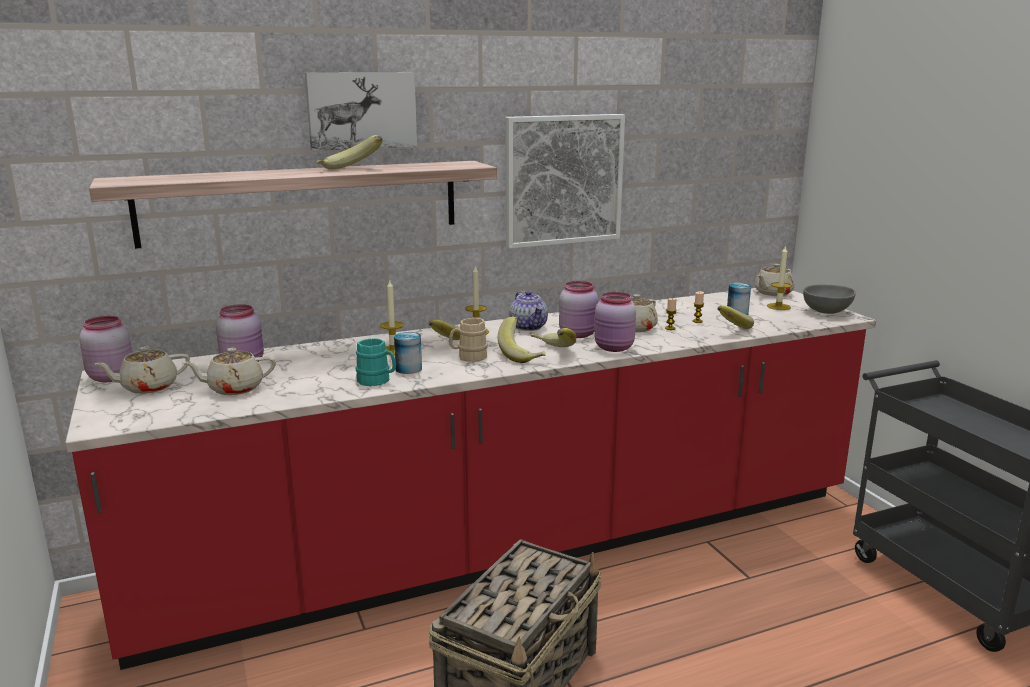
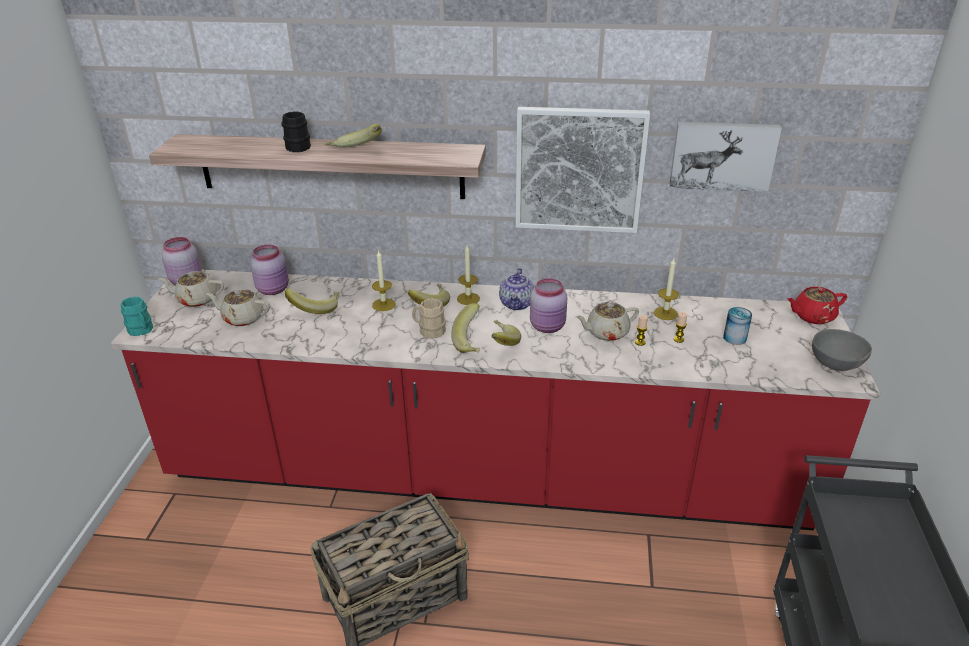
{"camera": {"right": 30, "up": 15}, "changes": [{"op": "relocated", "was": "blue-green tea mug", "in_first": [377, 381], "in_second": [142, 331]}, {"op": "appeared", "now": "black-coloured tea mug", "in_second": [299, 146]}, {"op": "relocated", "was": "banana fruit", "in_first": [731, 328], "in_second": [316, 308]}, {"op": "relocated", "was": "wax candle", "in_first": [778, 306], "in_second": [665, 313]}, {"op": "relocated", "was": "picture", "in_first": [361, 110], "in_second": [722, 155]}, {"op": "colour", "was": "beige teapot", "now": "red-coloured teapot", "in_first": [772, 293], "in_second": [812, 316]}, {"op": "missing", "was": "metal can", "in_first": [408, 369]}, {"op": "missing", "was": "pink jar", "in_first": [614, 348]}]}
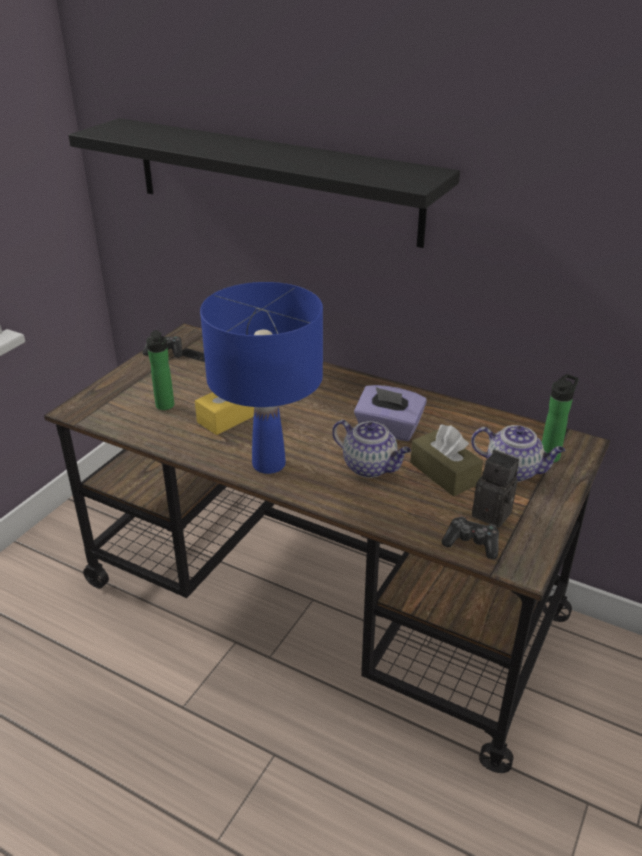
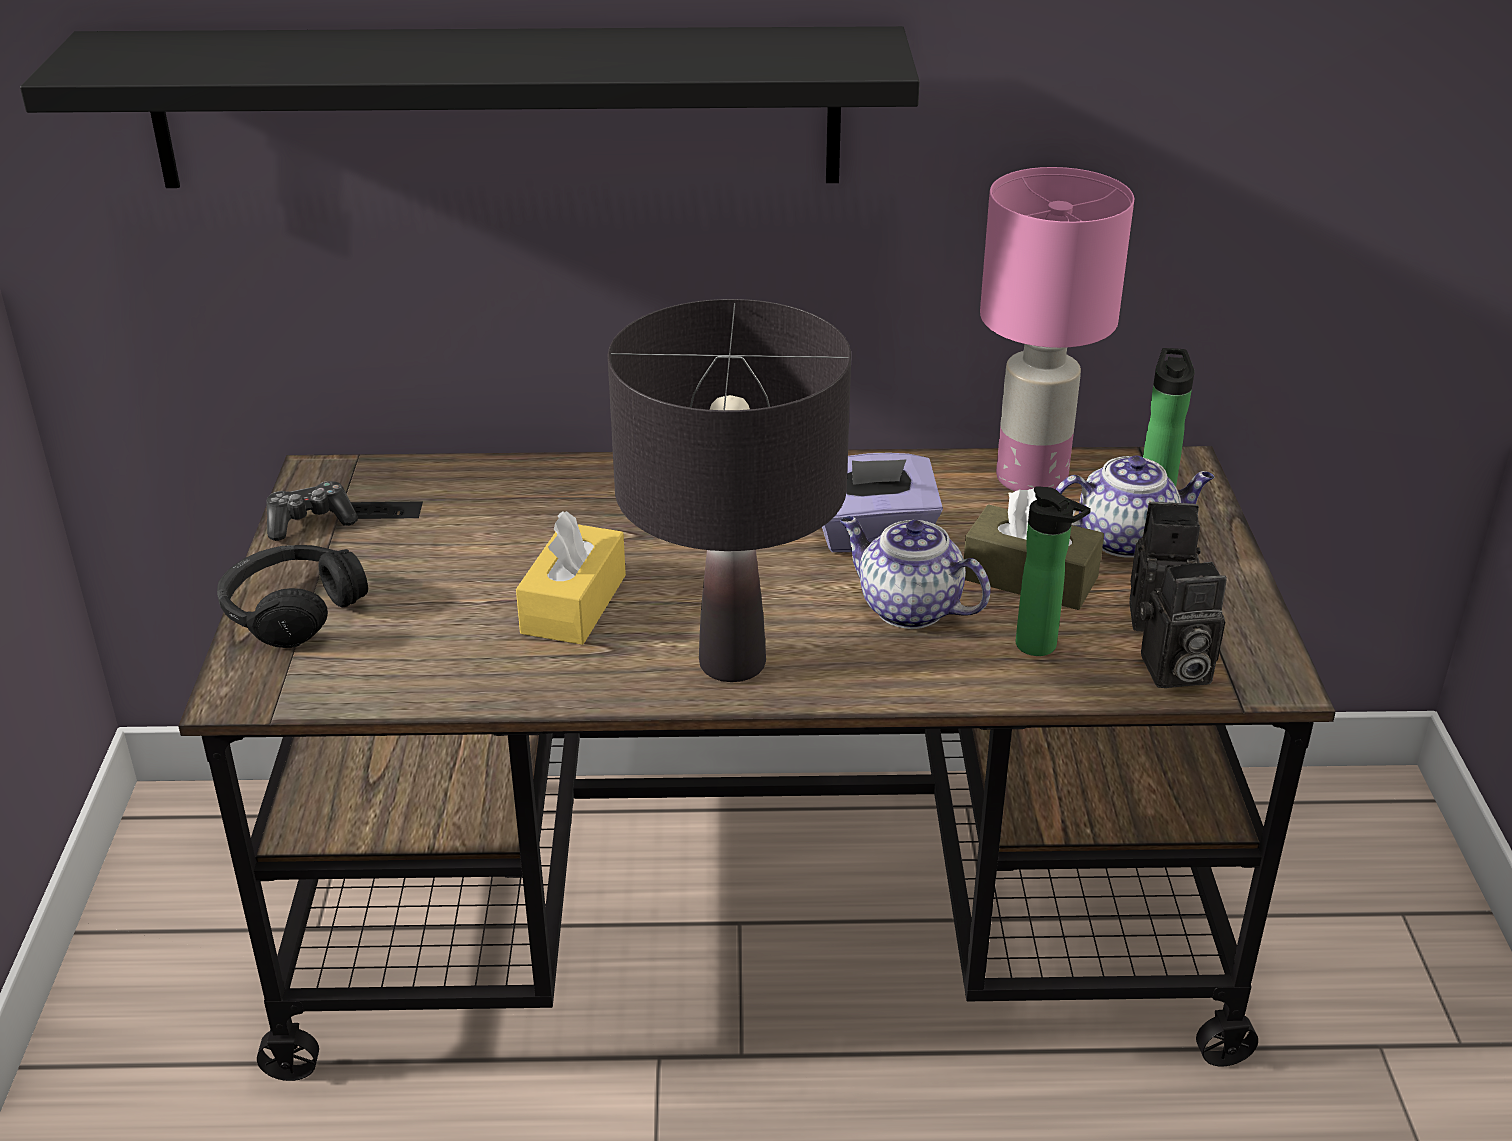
{"camera": {"right": -30, "up": 0}, "changes": [{"op": "appeared", "now": "black-coloured headphones", "in_second": [293, 611]}, {"op": "colour", "was": "bluish tabletop lamp", "now": "black-coloured tabletop lamp", "in_first": [269, 464], "in_second": [733, 663]}, {"op": "spun", "was": "teapot", "in_first": [370, 467], "in_second": [907, 608], "clockwise": -150}, {"op": "appeared", "now": "pink tabletop lamp", "in_second": [1029, 478]}, {"op": "relocated", "was": "drink bottle", "in_first": [165, 407], "in_second": [1041, 647]}, {"op": "exchanged", "was": "joypad", "now": "photo camera", "in_first": [471, 543], "in_second": [1173, 672]}]}
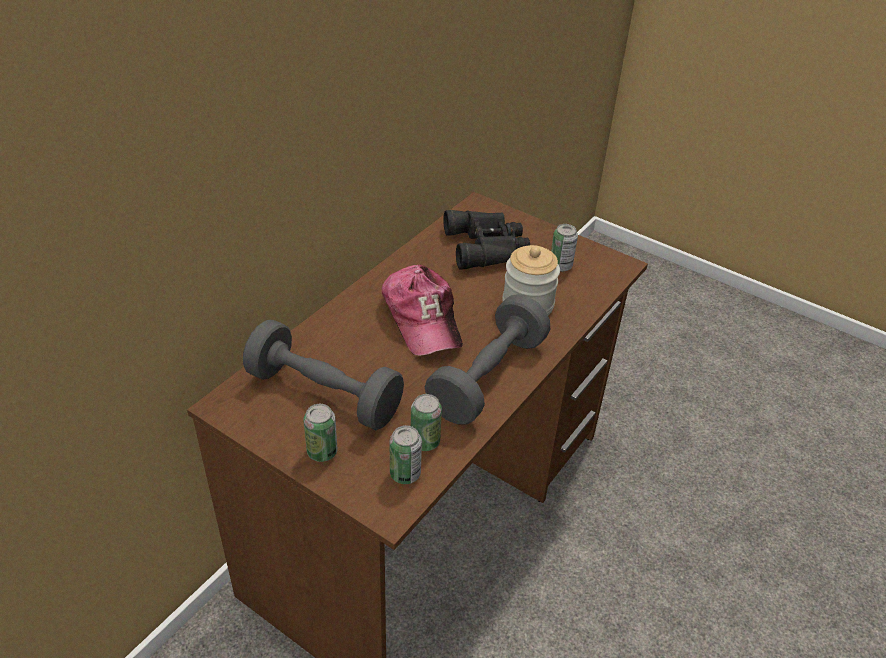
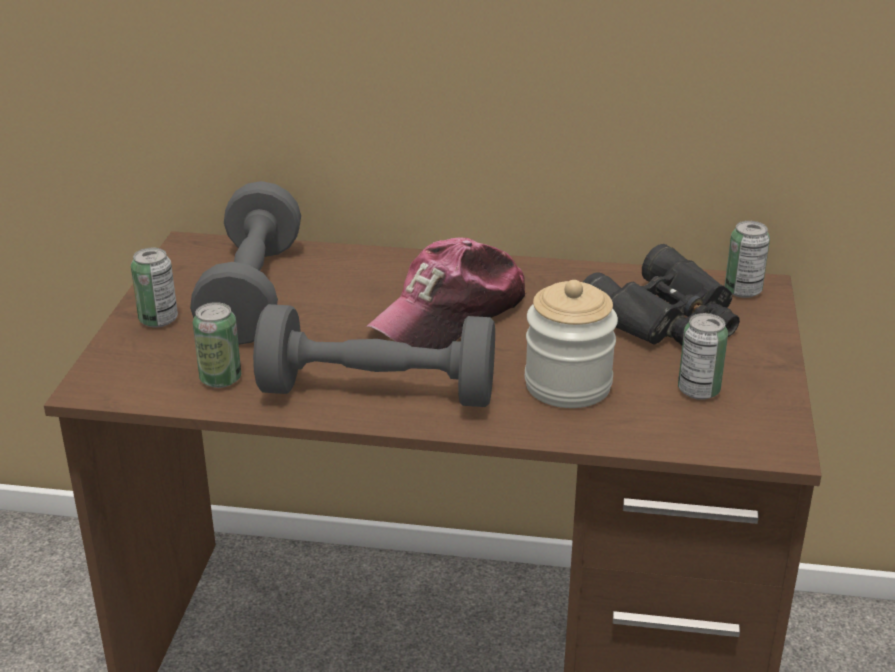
{"camera": {"right": 65, "up": -10}, "changes": [{"op": "relocated", "was": "metal can", "in_first": [405, 474], "in_second": [742, 291]}]}
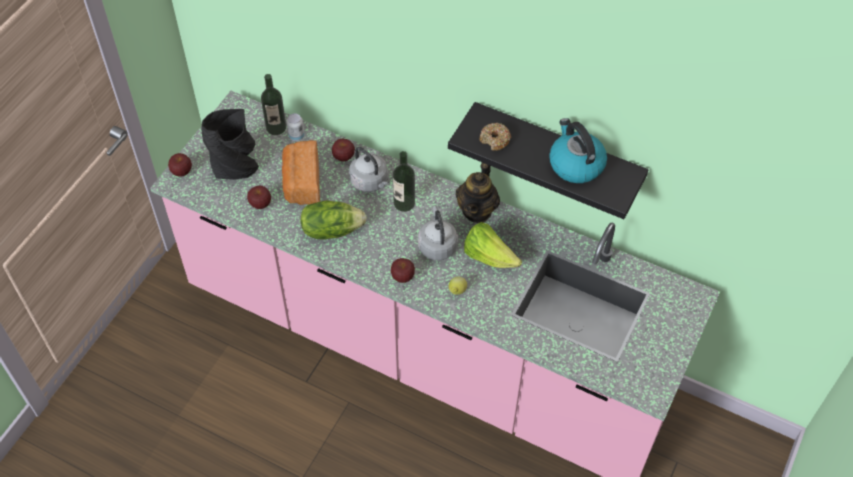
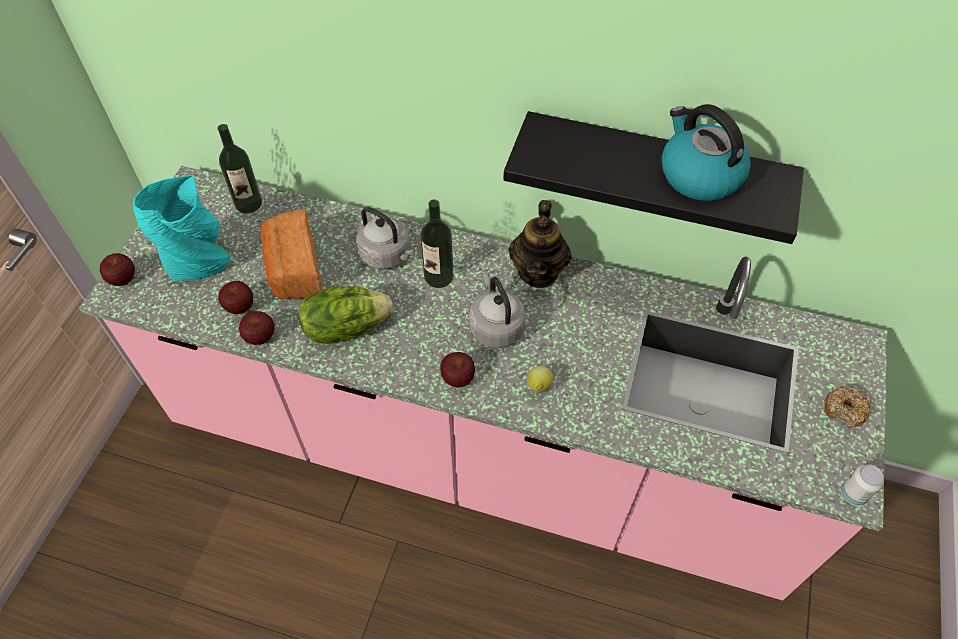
{"camera": {"right": -10, "up": 0}, "changes": [{"op": "colour", "was": "black-coloured flower vase", "now": "blue-green flower vase", "in_first": [236, 167], "in_second": [200, 263]}, {"op": "relocated", "was": "apple", "in_first": [344, 157], "in_second": [260, 337]}, {"op": "relocated", "was": "donut", "in_first": [495, 140], "in_second": [844, 410]}, {"op": "relocated", "was": "metal can", "in_first": [296, 136], "in_second": [853, 494]}, {"op": "missing", "was": "lettuce head", "in_first": [489, 257]}]}
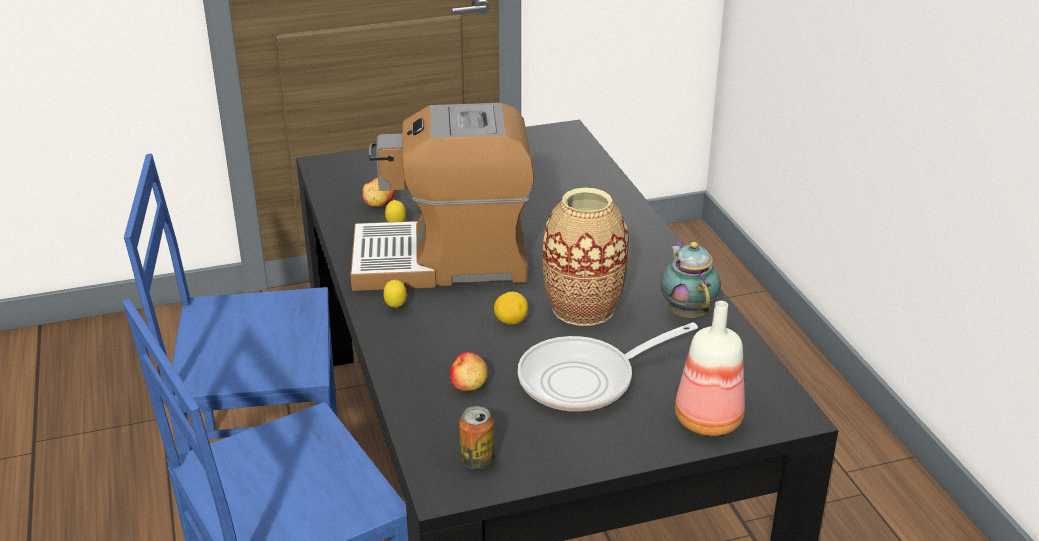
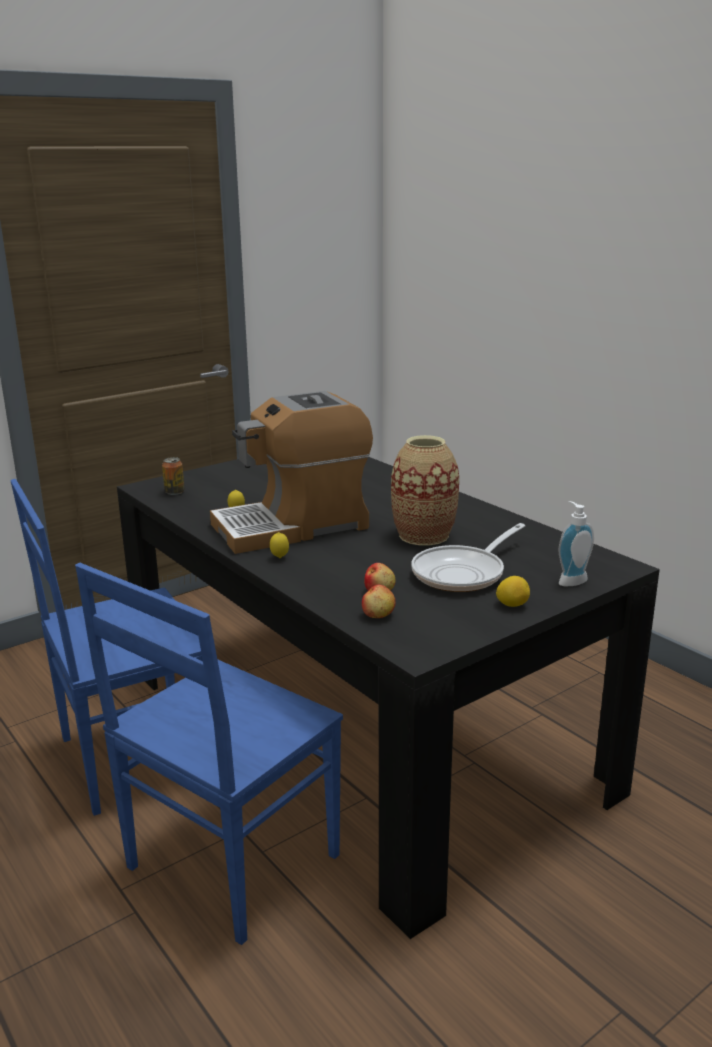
{"camera": {"right": -20, "up": -10}, "changes": [{"op": "relocated", "was": "metal can", "in_first": [477, 460], "in_second": [174, 492]}, {"op": "relocated", "was": "apple", "in_first": [378, 204], "in_second": [378, 615]}, {"op": "relocated", "was": "citrus fruit", "in_first": [511, 321], "in_second": [512, 605]}, {"op": "exchanged", "was": "drink bottle", "now": "liquid soap bottle", "in_first": [706, 422], "in_second": [570, 580]}, {"op": "missing", "was": "teapot", "in_first": [687, 312]}]}
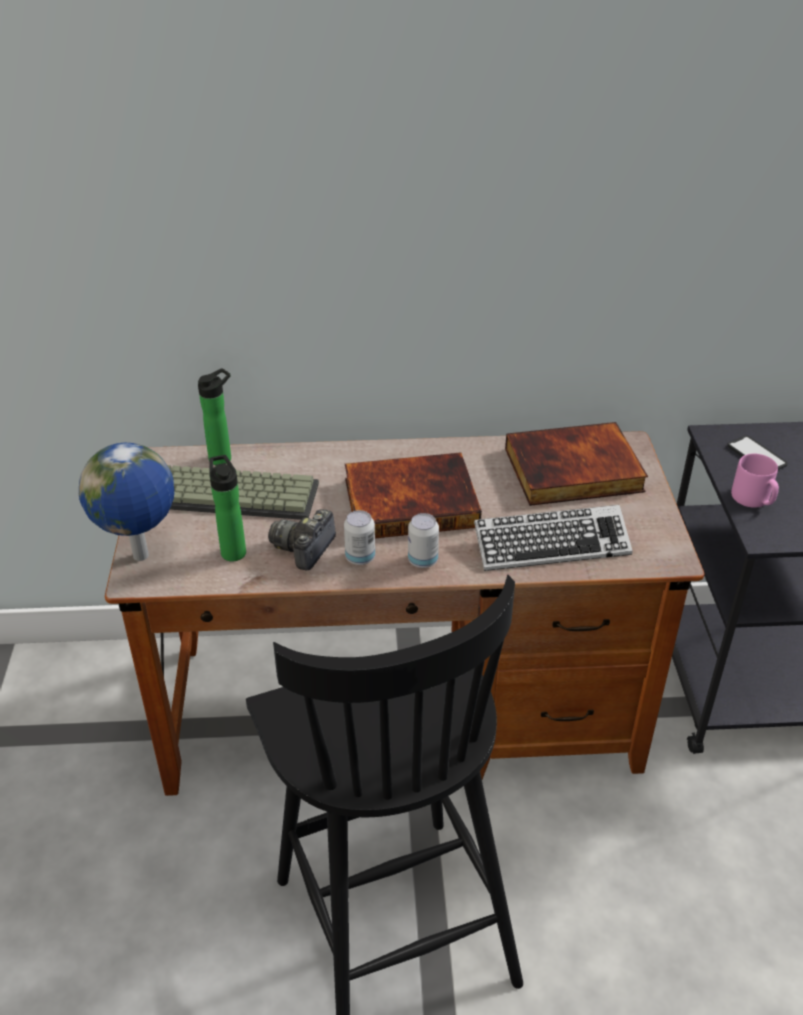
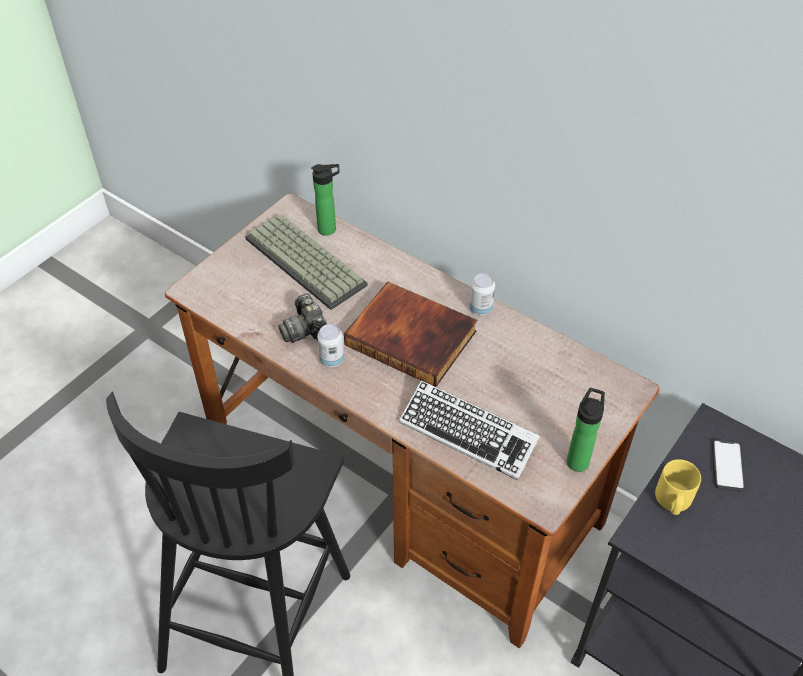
{"camera": {"right": 40, "up": 10}, "changes": [{"op": "spun", "was": "photo camera", "in_first": [304, 548], "in_second": [306, 330], "clockwise": -90}, {"op": "relocated", "was": "metal can", "in_first": [423, 560], "in_second": [480, 308]}, {"op": "relocated", "was": "drink bottle", "in_first": [232, 550], "in_second": [578, 459]}, {"op": "colour", "was": "pink tea mug", "now": "yellowish tea mug", "in_first": [753, 499], "in_second": [673, 501]}, {"op": "missing", "was": "desk globe", "in_first": [142, 557]}, {"op": "missing", "was": "volume", "in_first": [573, 471]}]}
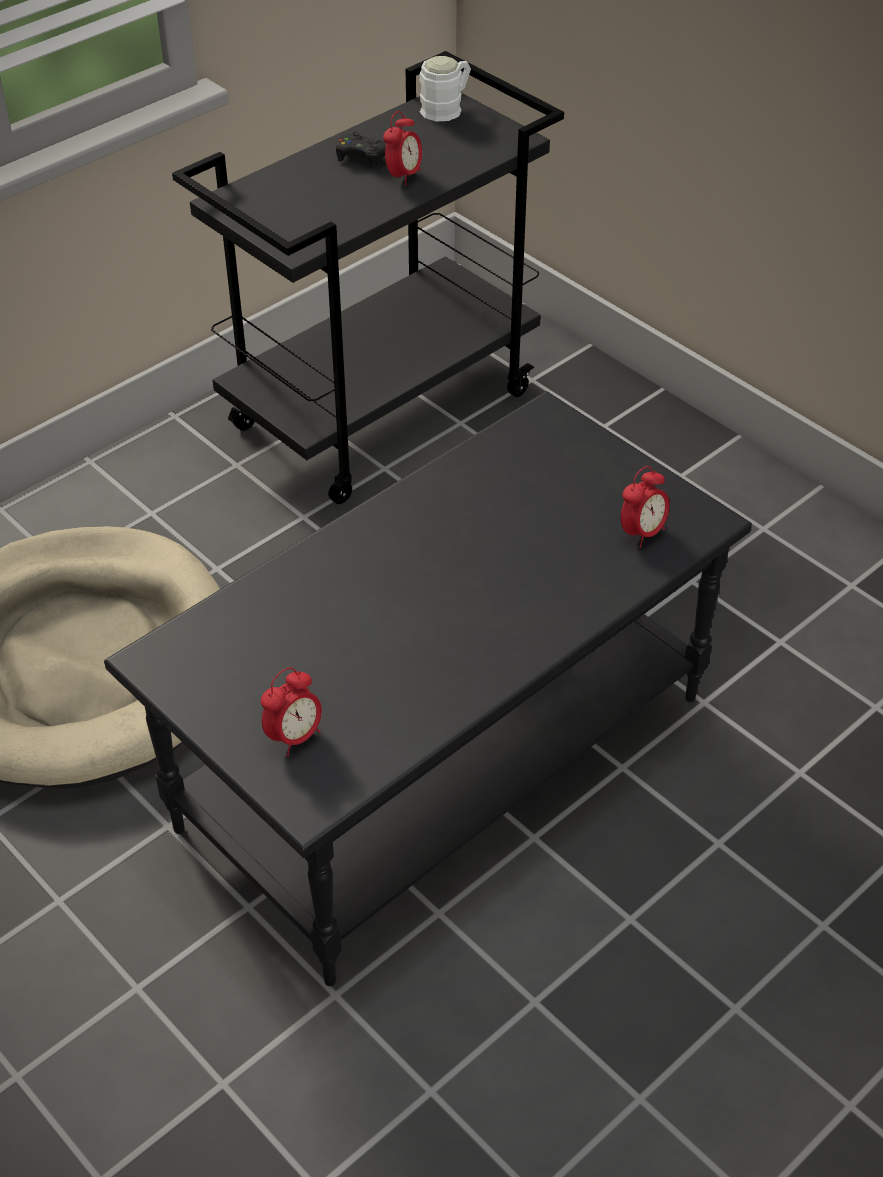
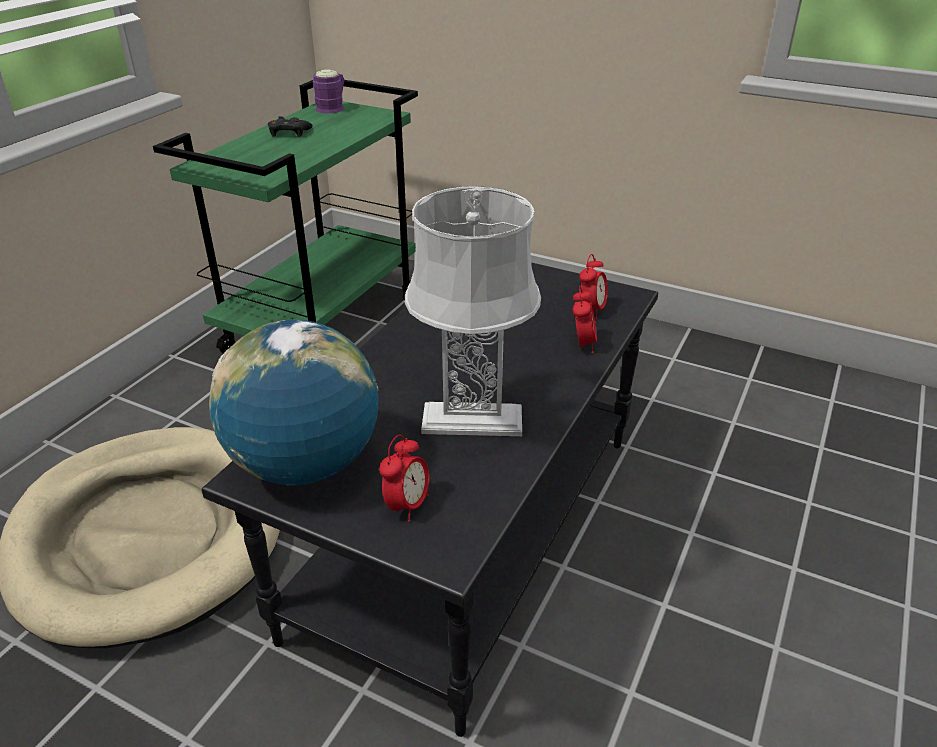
{"camera": {"right": -20, "up": -10}, "changes": [{"op": "colour", "was": "black-coloured cart", "now": "greenish cart", "in_first": [383, 408], "in_second": [323, 324]}, {"op": "appeared", "now": "desk globe", "in_second": [305, 464]}, {"op": "colour", "was": "white-coloured tea mug", "now": "purplish tea mug", "in_first": [447, 108], "in_second": [333, 107]}, {"op": "appeared", "now": "gray tabletop lamp", "in_second": [473, 420]}, {"op": "relocated", "was": "alarm clock", "in_first": [403, 176], "in_second": [582, 344]}]}
